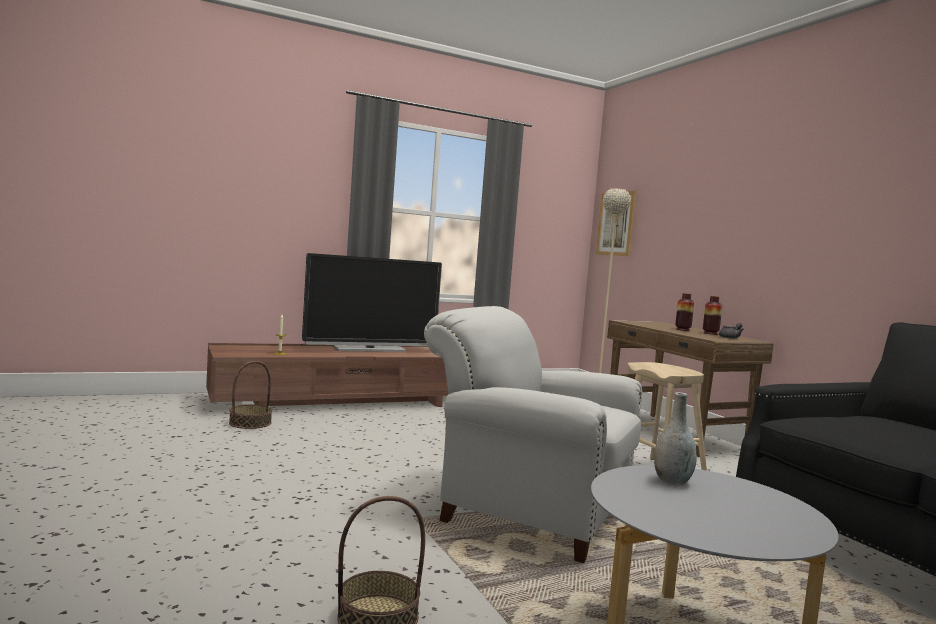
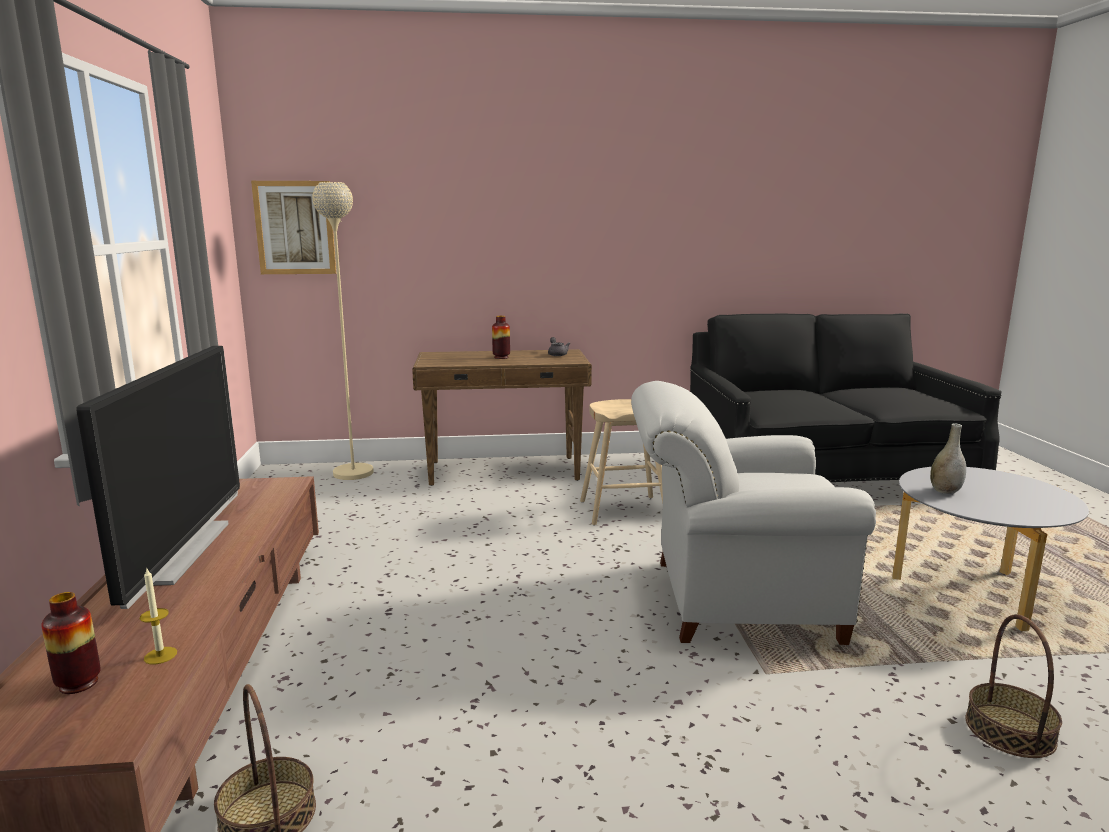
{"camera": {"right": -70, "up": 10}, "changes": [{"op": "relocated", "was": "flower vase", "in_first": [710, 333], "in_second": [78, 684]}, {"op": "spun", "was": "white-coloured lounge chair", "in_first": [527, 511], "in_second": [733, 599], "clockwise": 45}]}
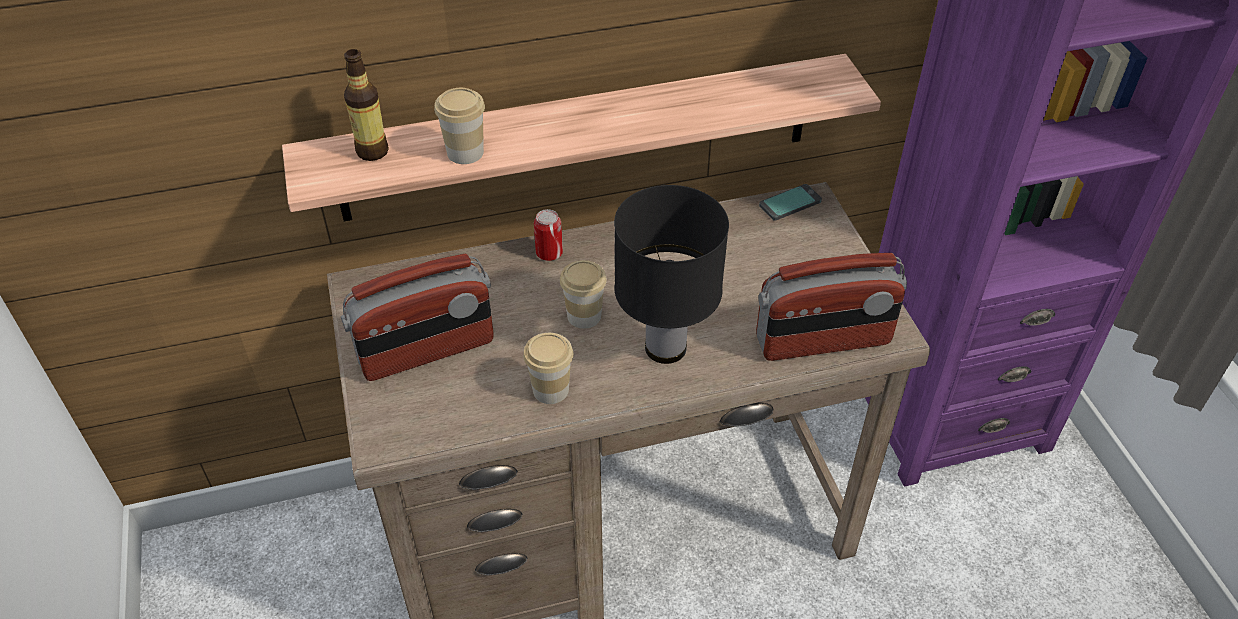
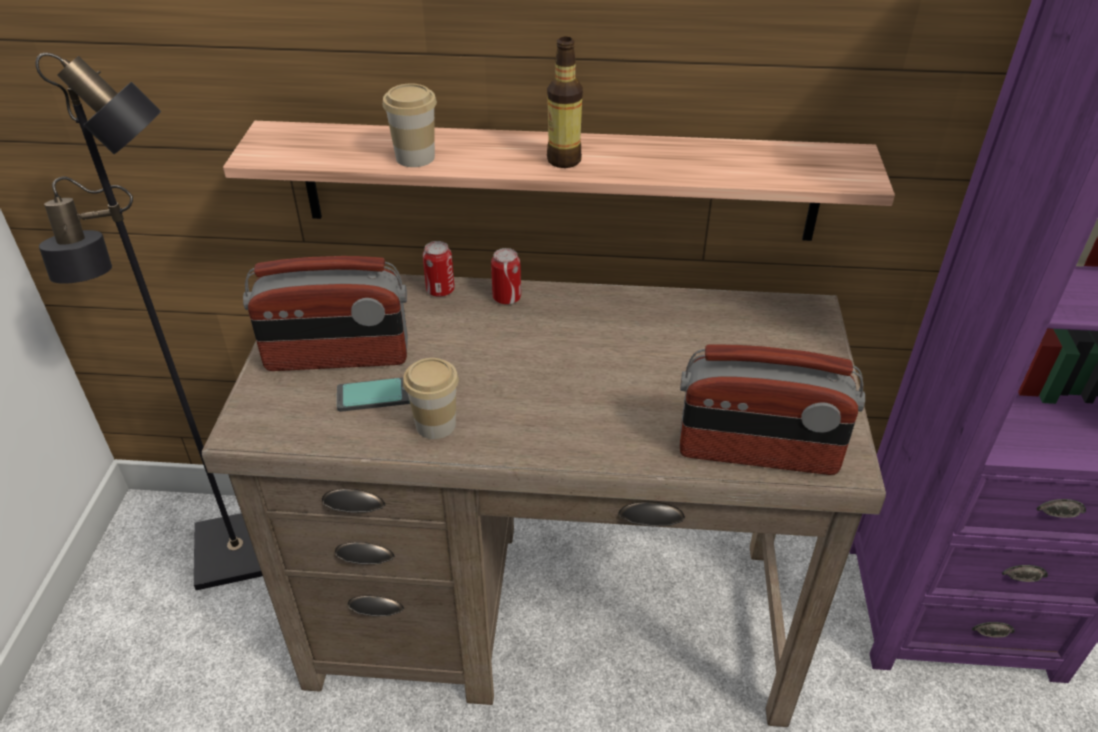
{"camera": {"right": 20, "up": -5}, "changes": [{"op": "appeared", "now": "black-coloured standing lamp", "in_second": [236, 549]}, {"op": "relocated", "was": "handset", "in_first": [790, 203], "in_second": [375, 395]}, {"op": "appeared", "now": "metal can", "in_second": [440, 290]}, {"op": "relocated", "was": "drink bottle", "in_first": [372, 151], "in_second": [564, 160]}, {"op": "missing", "was": "small cup", "in_first": [584, 316]}, {"op": "missing", "was": "black-coloured tabletop lamp", "in_first": [666, 347]}]}
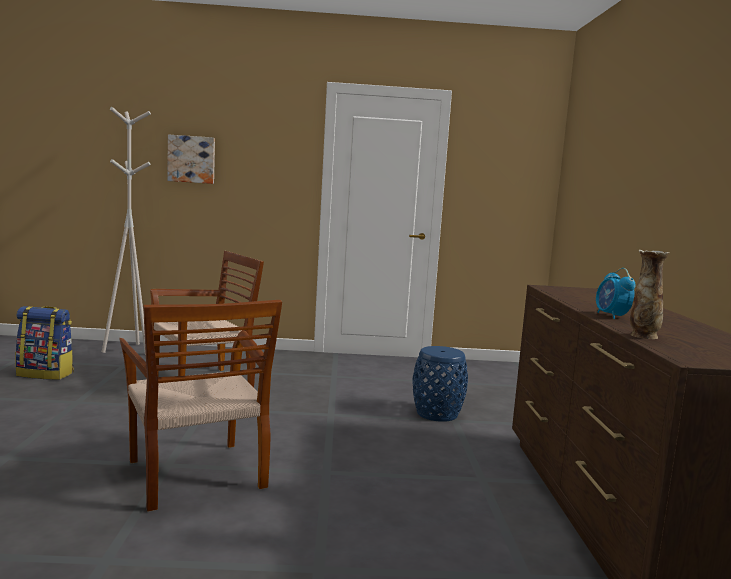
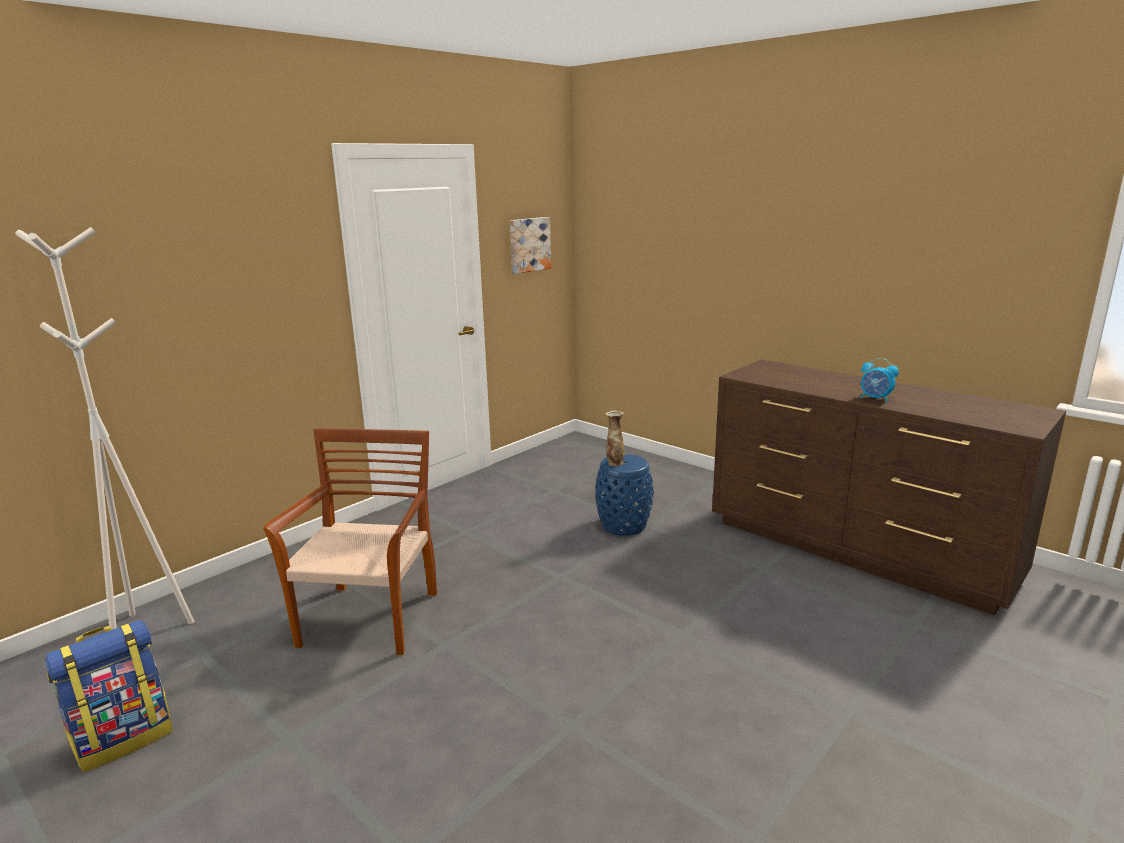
{"camera": {"right": -45, "up": 10}, "changes": [{"op": "relocated", "was": "picture", "in_first": [191, 159], "in_second": [528, 244]}, {"op": "relocated", "was": "flower vase", "in_first": [643, 336], "in_second": [615, 463]}, {"op": "missing", "was": "brown-coloured lounge chair", "in_first": [196, 475]}]}
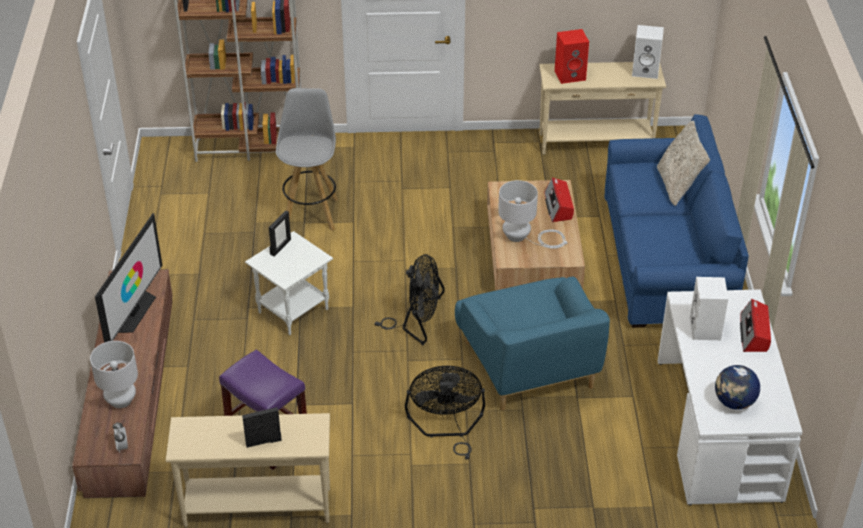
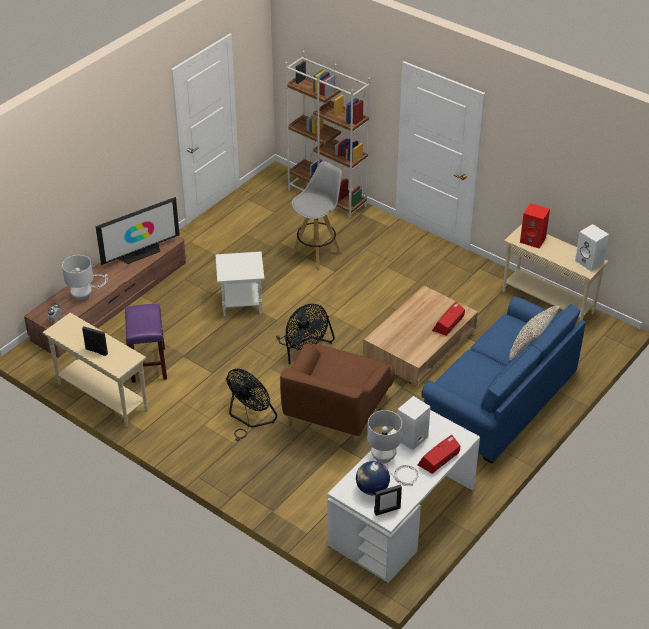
{"camera": {"right": 40, "up": 0}, "changes": [{"op": "colour", "was": "bluish lounge chair", "now": "brown-coloured lounge chair", "in_first": [530, 365], "in_second": [336, 411]}, {"op": "relocated", "was": "gray tabletop lamp", "in_first": [530, 237], "in_second": [392, 464]}, {"op": "relocated", "was": "picture frame", "in_first": [280, 247], "in_second": [387, 510]}]}
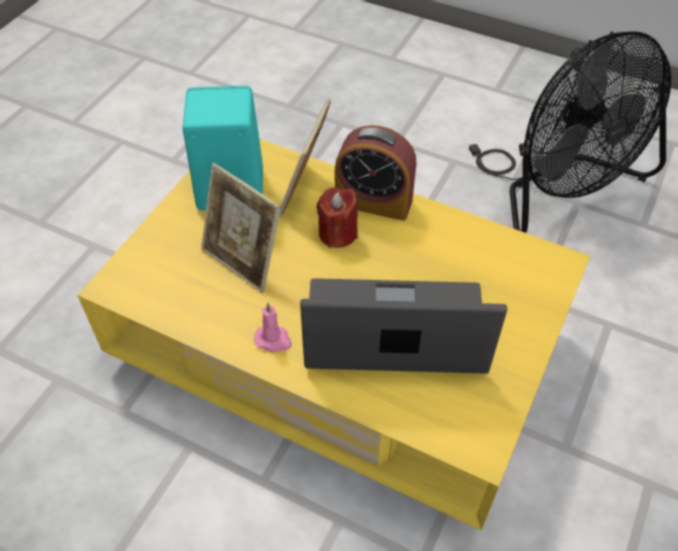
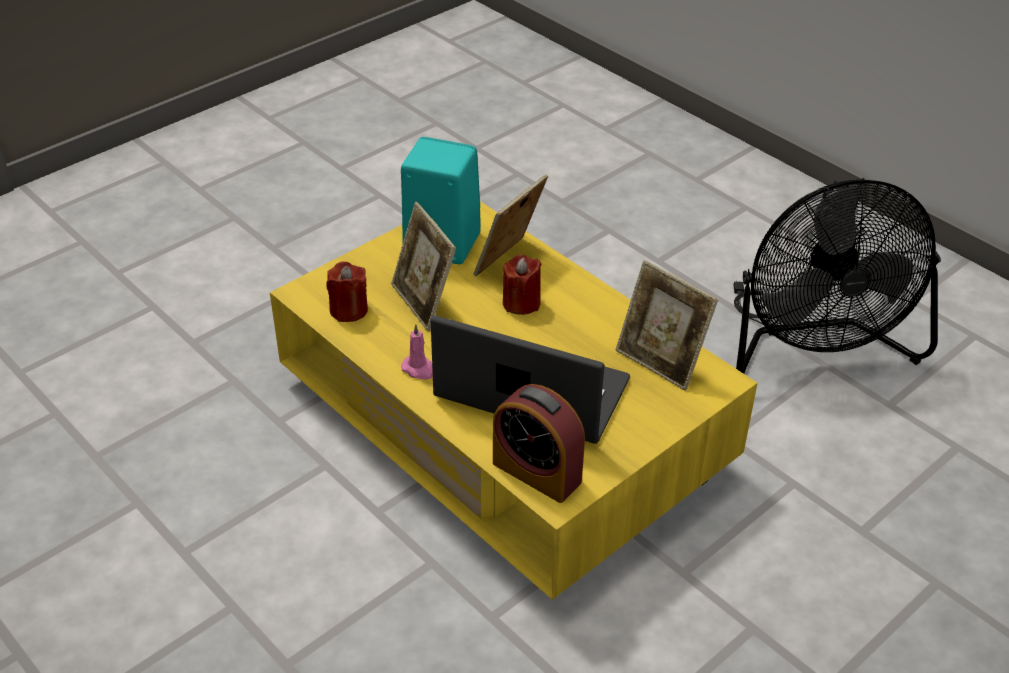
{"camera": {"right": 20, "up": -10}, "changes": [{"op": "appeared", "now": "red-coloured wax candle", "in_second": [349, 310]}, {"op": "relocated", "was": "alarm clock", "in_first": [373, 202], "in_second": [536, 472]}, {"op": "appeared", "now": "picture frame", "in_second": [660, 362]}]}
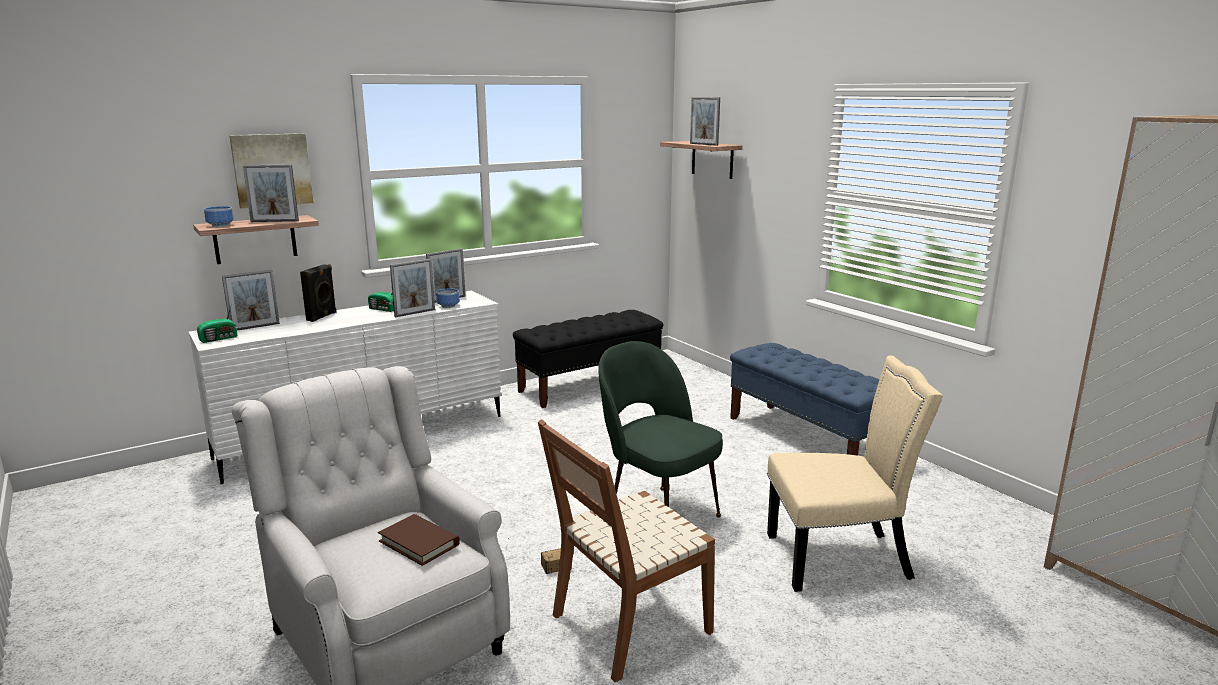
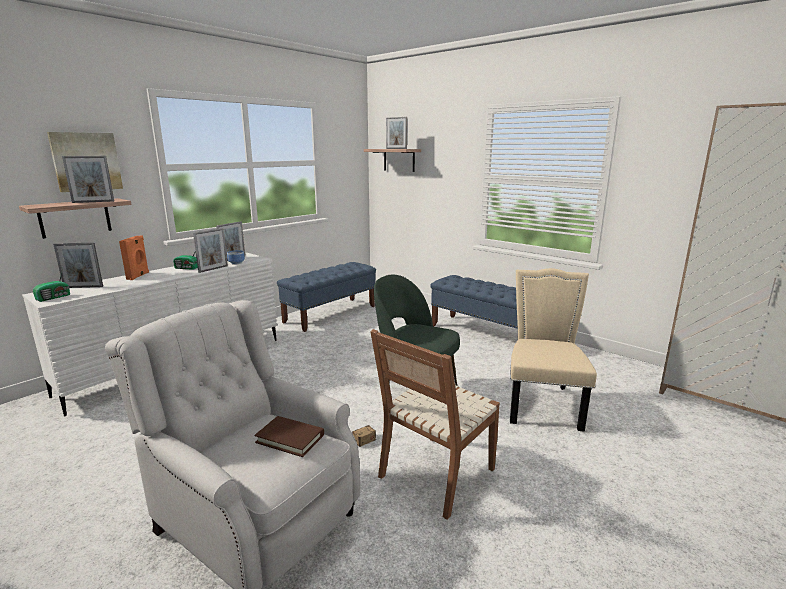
{"camera": {"right": -15, "up": 0}, "changes": [{"op": "spun", "was": "picture frame", "in_first": [255, 327], "in_second": [83, 287], "clockwise": 45}, {"op": "colour", "was": "black-coloured audio speaker", "now": "orange audio speaker", "in_first": [322, 316], "in_second": [138, 276]}, {"op": "colour", "was": "black-coloured long seat", "now": "bluish long seat", "in_first": [590, 385], "in_second": [330, 314]}, {"op": "spun", "was": "beige chair", "in_first": [835, 559], "in_second": [542, 406], "clockwise": -60}, {"op": "missing", "was": "serving bowl", "in_first": [221, 225]}]}
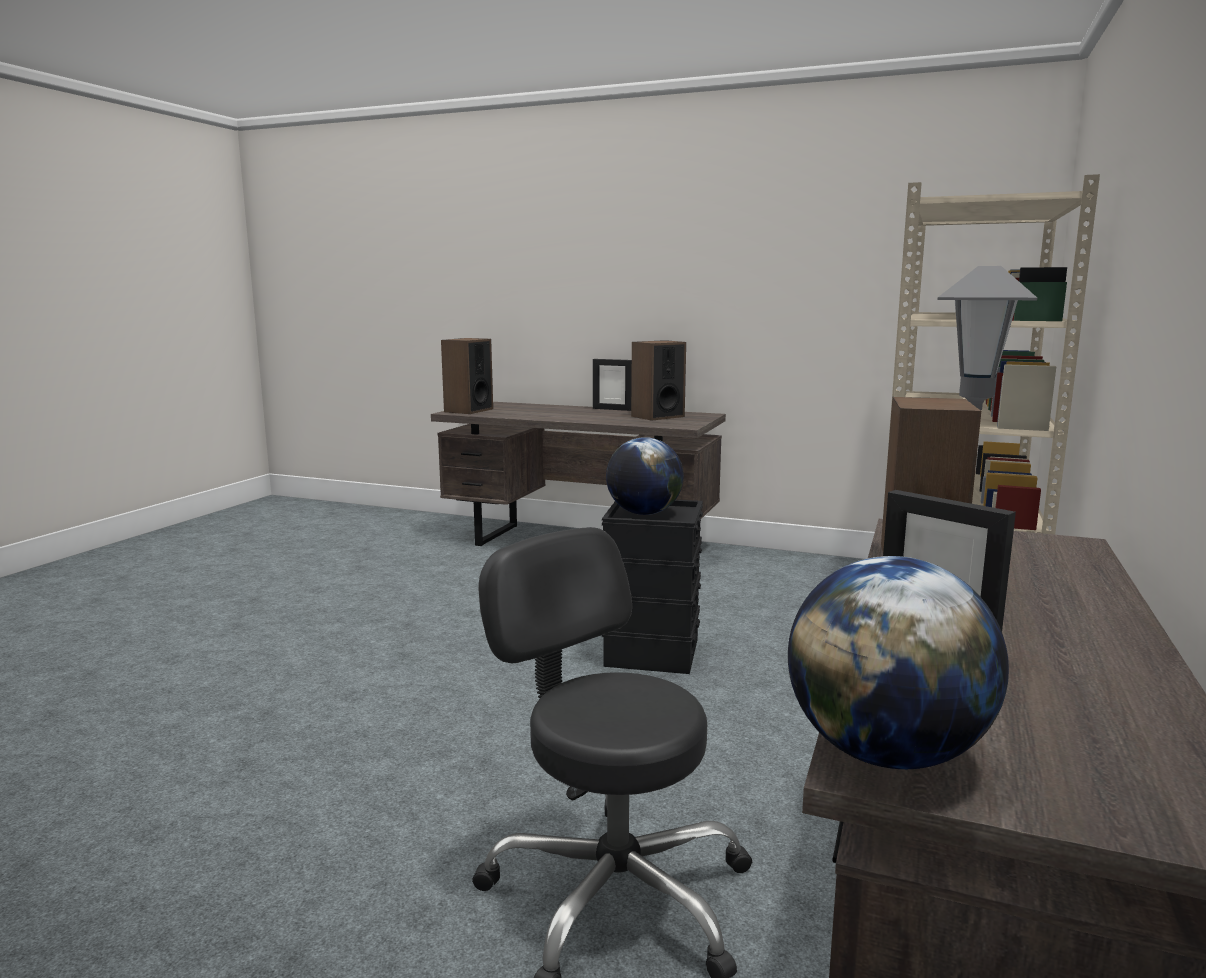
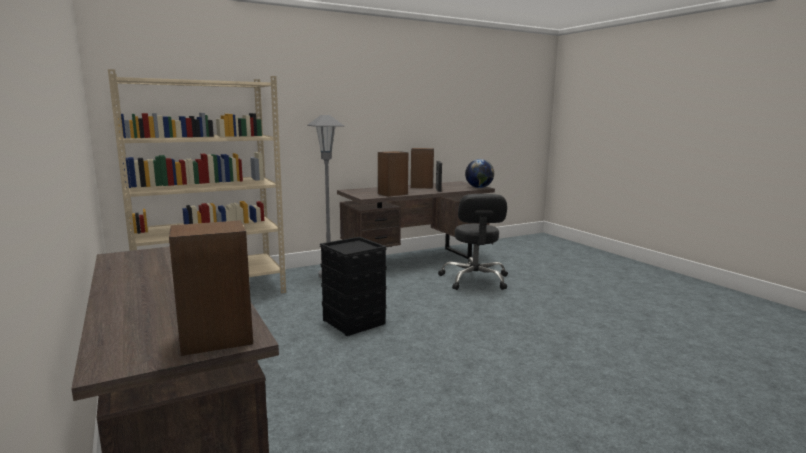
{"camera": {"right": -140, "up": 0}, "changes": [{"op": "relocated", "was": "audio speaker", "in_first": [657, 416], "in_second": [422, 187]}, {"op": "missing", "was": "picture frame", "in_first": [612, 409]}, {"op": "missing", "was": "desk globe", "in_first": [644, 513]}]}
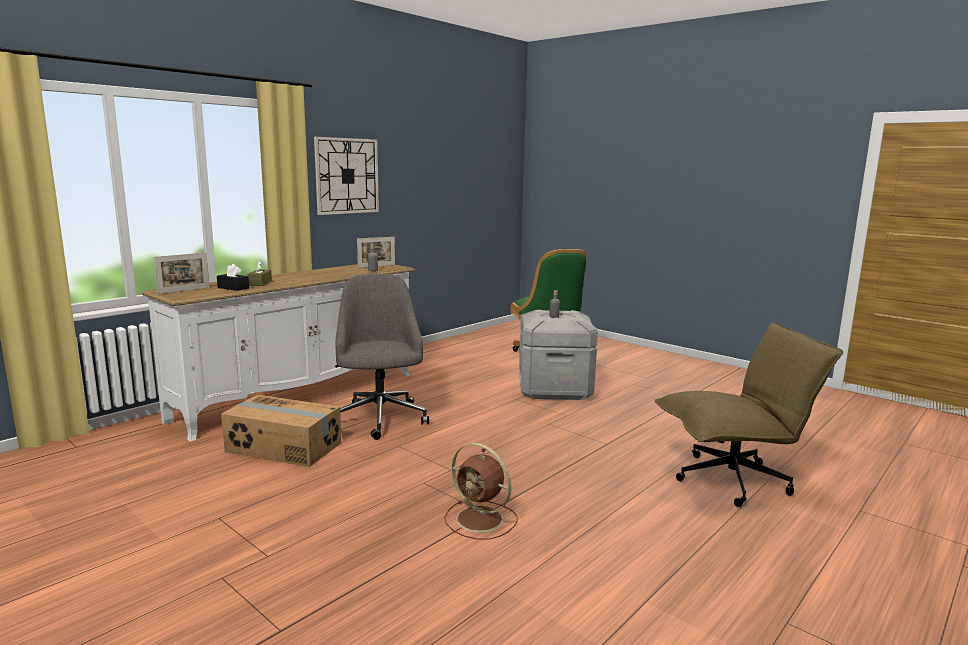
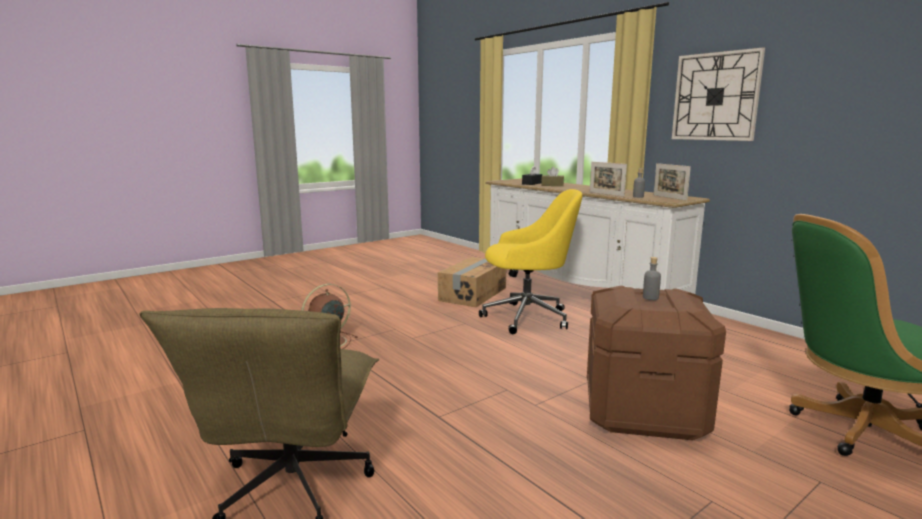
{"camera": {"right": 100, "up": 0}, "changes": [{"op": "colour", "was": "gray computer chair", "now": "yellowish computer chair", "in_first": [379, 418], "in_second": [527, 318]}, {"op": "colour", "was": "gray storage container", "now": "brown-coloured storage container", "in_first": [555, 389], "in_second": [644, 411]}, {"op": "relocated", "was": "picture frame", "in_first": [184, 290], "in_second": [606, 194]}]}
